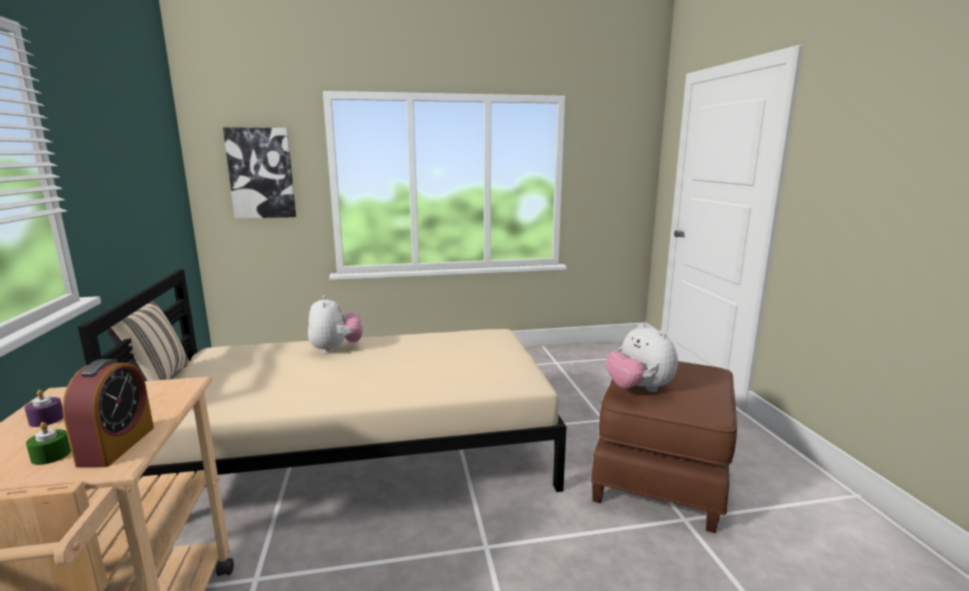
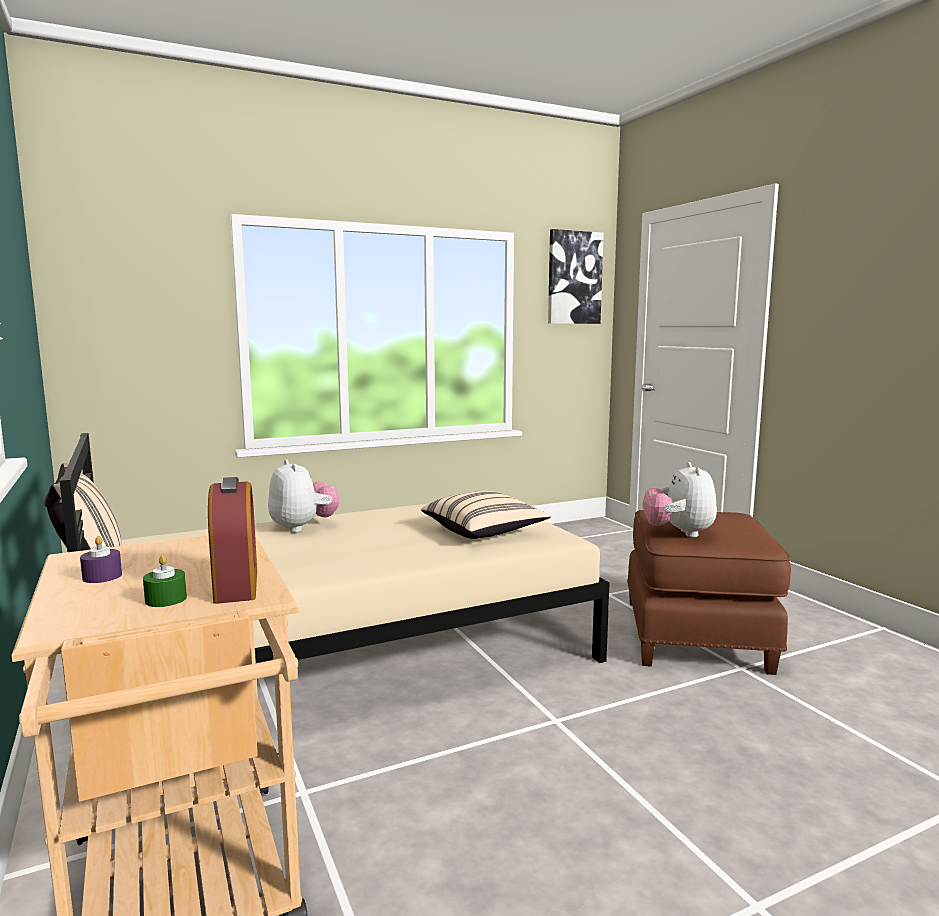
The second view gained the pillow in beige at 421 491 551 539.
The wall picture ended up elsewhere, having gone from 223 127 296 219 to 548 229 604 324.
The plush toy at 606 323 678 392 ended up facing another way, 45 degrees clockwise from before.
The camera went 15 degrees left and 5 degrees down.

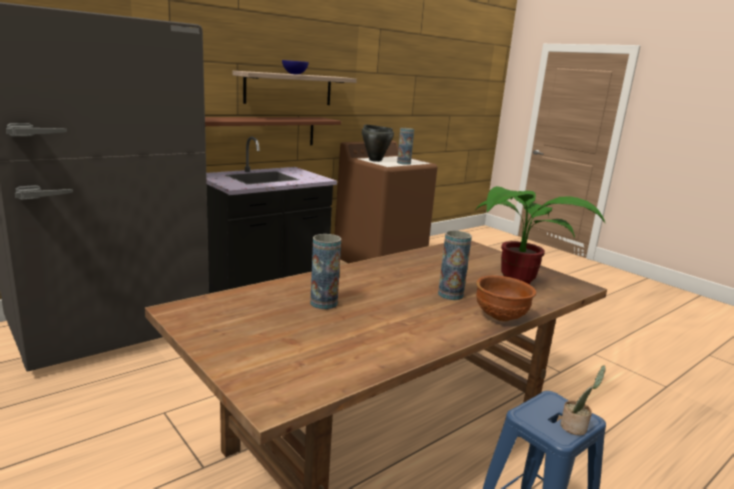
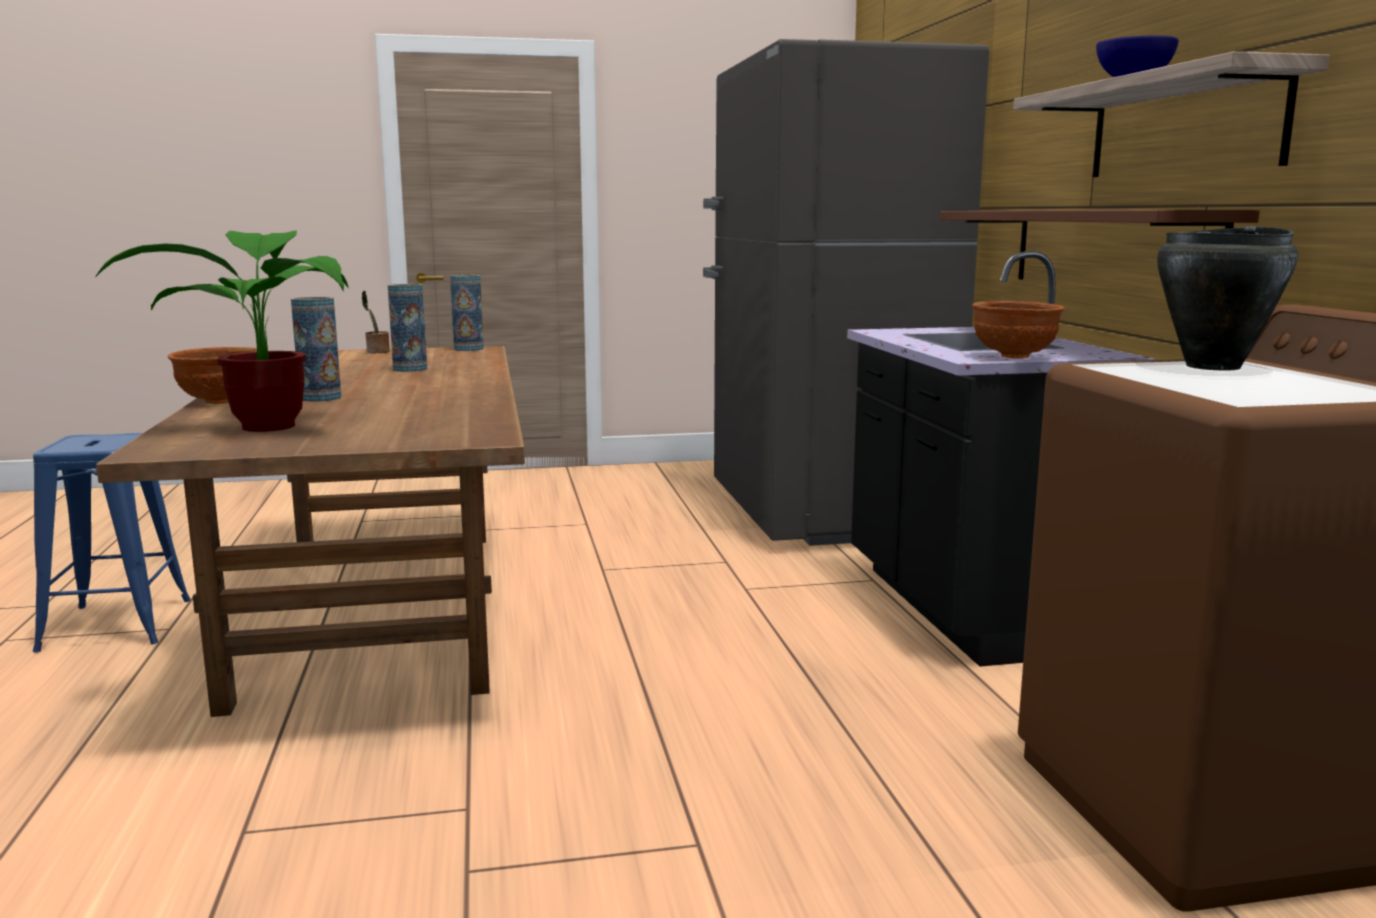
The second view gained the deep dish in brownish at 972 301 1065 359.
The vase ended up elsewhere, having gone from 397 128 414 165 to 450 275 484 351.
The potted plant ended up elsewhere, having gone from 561 365 606 435 to 362 290 390 353.
The camera went 120 degrees right and 5 degrees down.

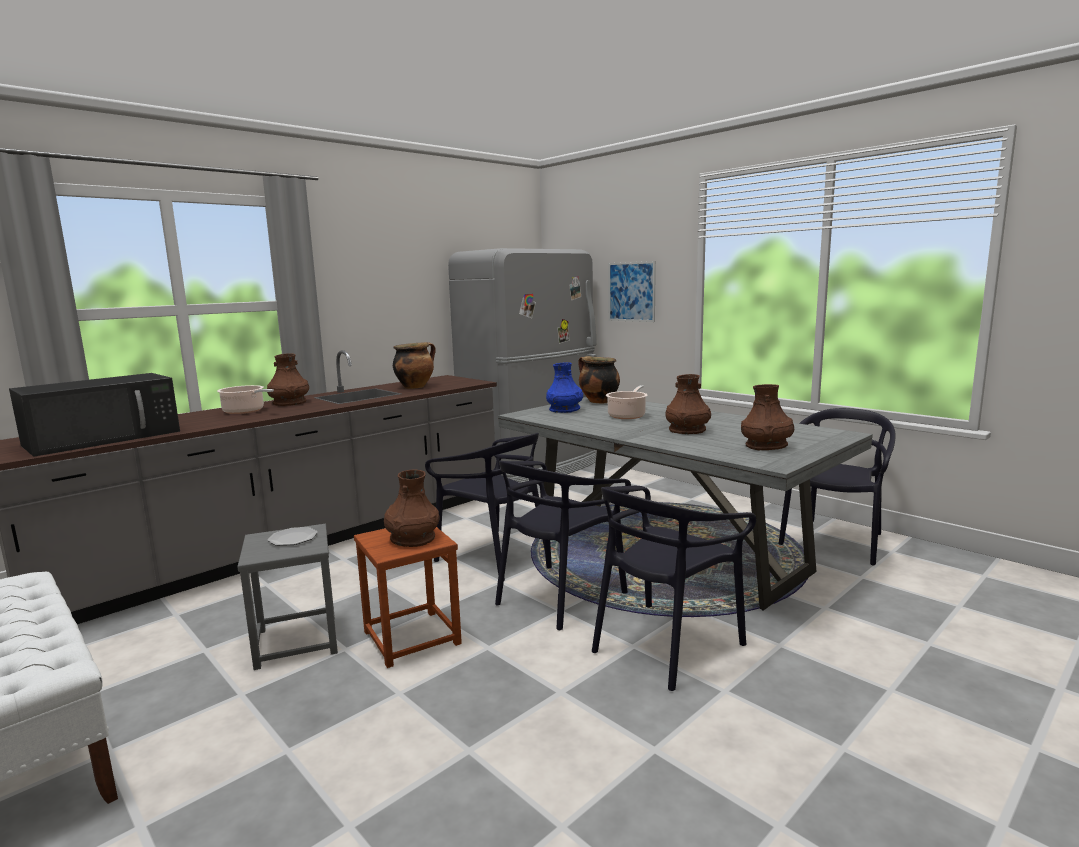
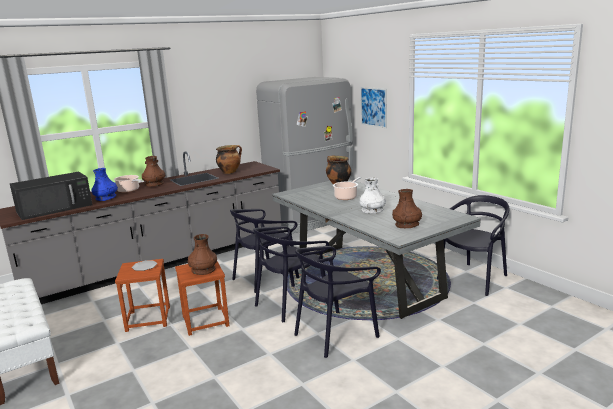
The vase in bluish ended up elsewhere, having gone from 546 362 583 413 to 91 168 118 201.
What was the sitting stool in gray at 237 524 338 670 turned into the sitting stool in brownish at 115 259 170 332.
What was the vase in brownish at 666 374 711 434 turned into the vase in whitish at 360 177 386 214.
The plain chair in blackish at 425 433 545 580 ended up facing another way, 90 degrees clockwise from before.
The camera went 10 degrees right and 5 degrees up.

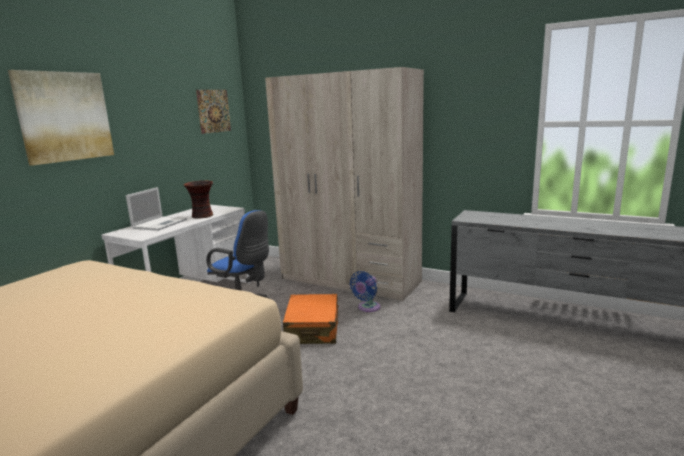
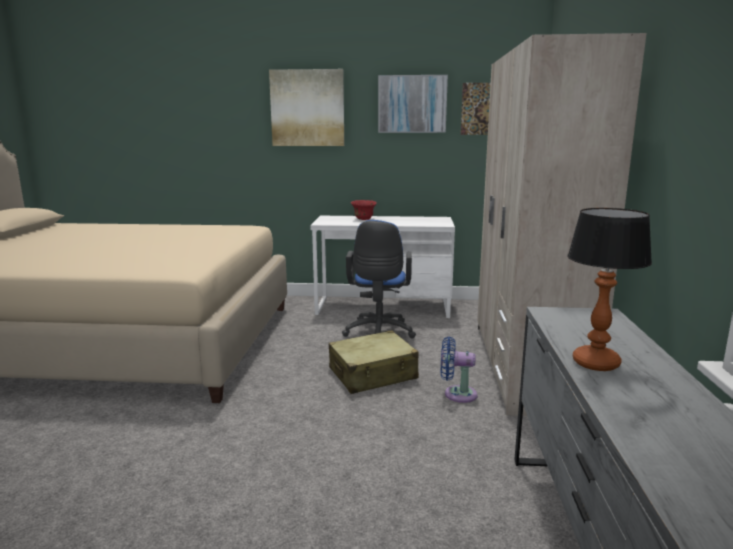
The second view lost the vase at 184 180 213 218.
The second view gained the wall picture at 378 75 448 133.
The second view gained the tabletop lamp at 567 208 652 371.
Where the portable computer stood at 126 187 187 231, the deep dish in red came to stand at 351 200 377 220.
What was the suitcase in orange-coloured at 283 294 339 344 turned into the suitcase in beige at 329 330 419 394.
The camera went 65 degrees right and 0 degrees up.

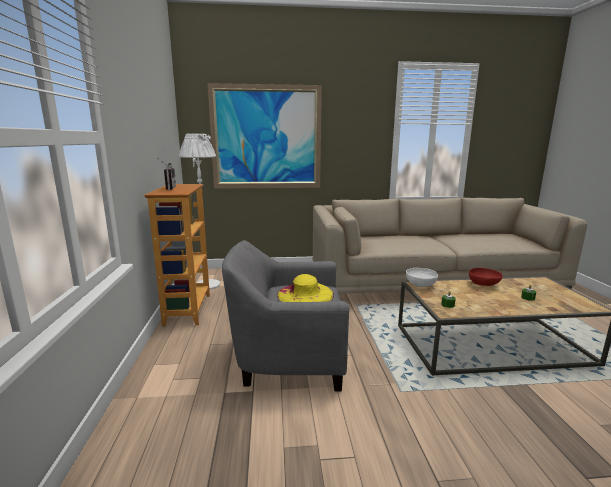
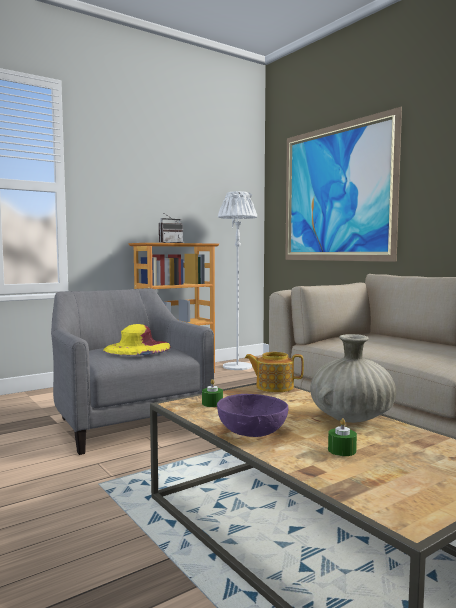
The second view gained the deep dish in purple at 217 394 288 437.
Where the deep dish in whitish stood at 406 268 438 287, the pot for tea came to stand at 245 352 304 392.
Where the deep dish in red stood at 469 268 503 286, the vase in beige came to stand at 310 334 397 423.
The camera went 60 degrees right and 10 degrees down.

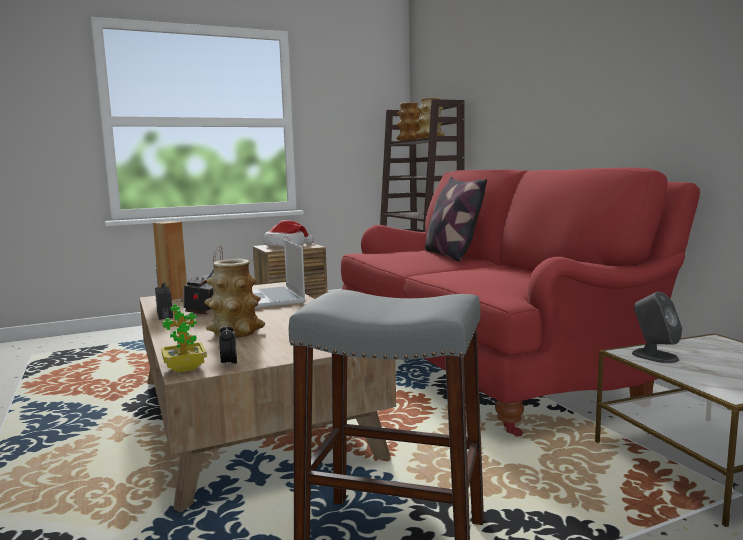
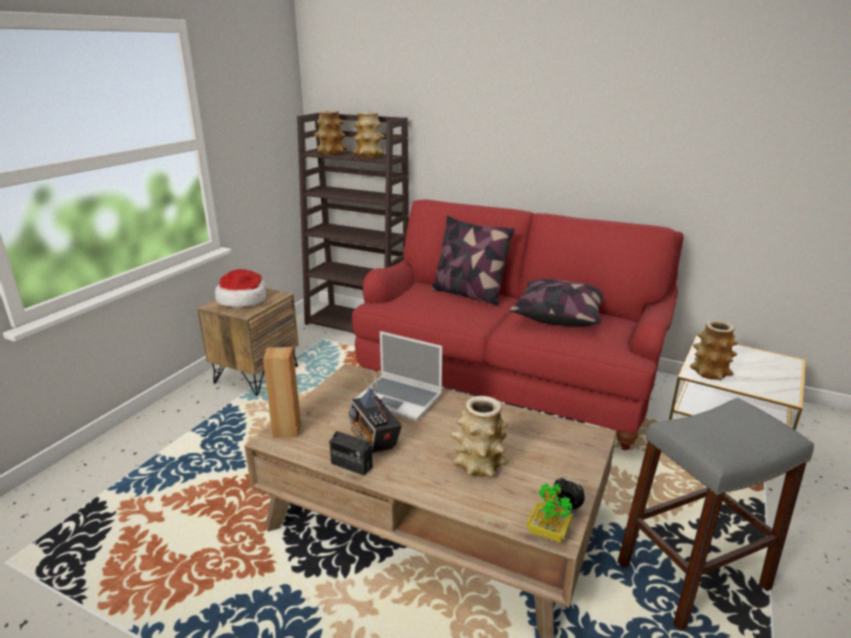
The second view gained the pillow at 509 279 603 327.
Where the speaker in gray stood at 632 292 682 363, the vase came to stand at 690 320 737 380.
The camera went 40 degrees left and 15 degrees up.

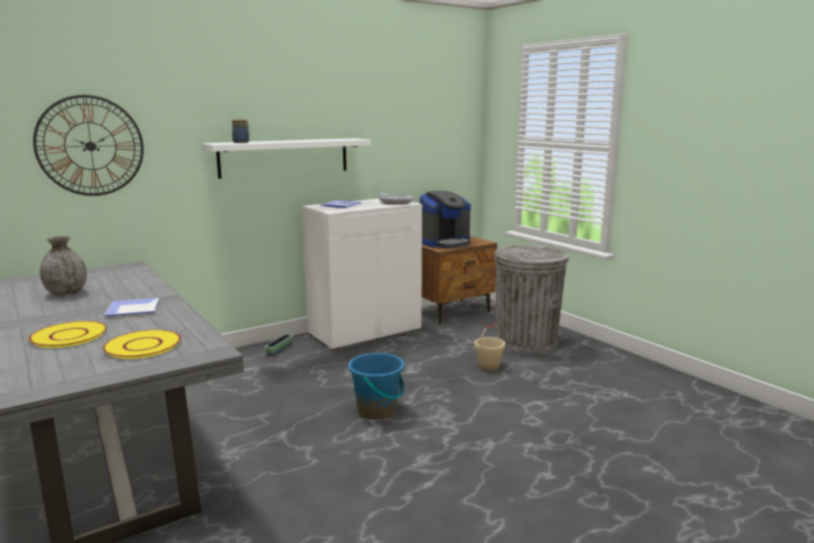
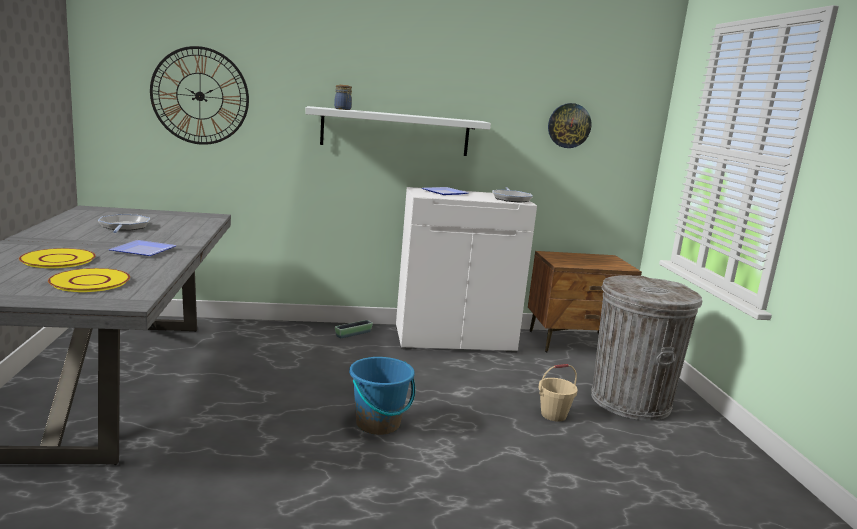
The second view lost the coffee brewer at 420 191 471 249.
The second view gained the clock on the wall at 548 103 592 148.
Where the vase in gray stood at 40 236 87 296, the frying pan came to stand at 98 214 150 233.
The camera went 25 degrees right and 0 degrees up.

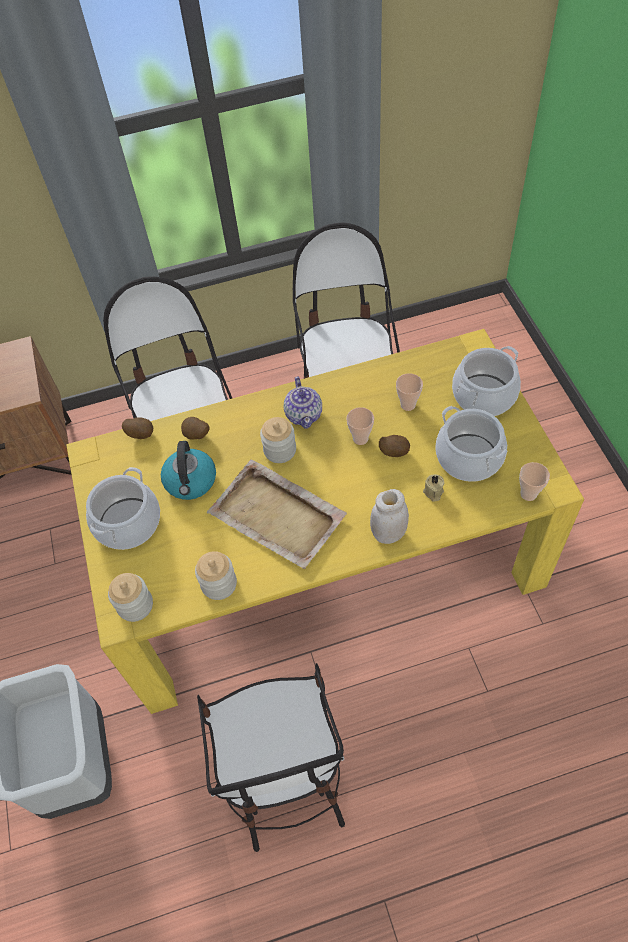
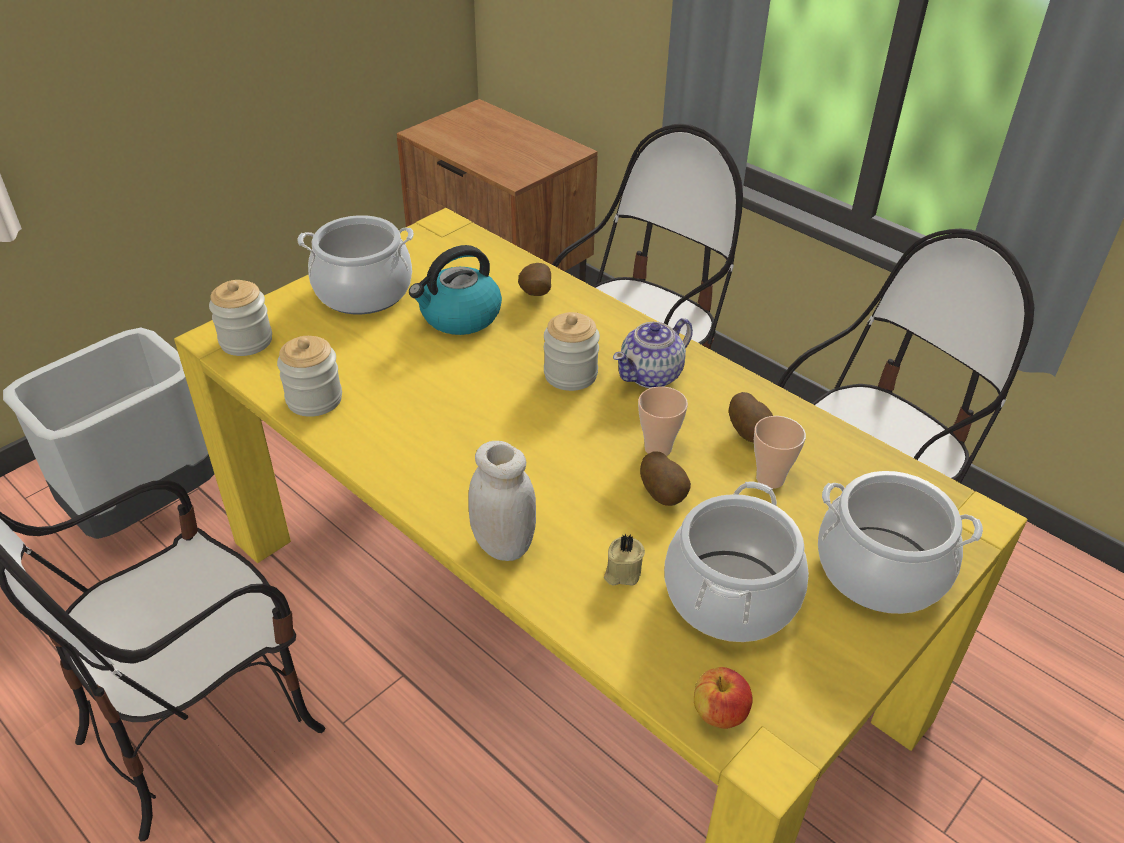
The second view lost the tray in beige at 207 459 347 569.
The whole potato ended up elsewhere, having gone from 122 417 153 439 to 729 392 773 442.
Where the cup stood at 519 462 550 501, the whole apple came to stand at 694 667 753 729.
The camera went 55 degrees right and 15 degrees down.

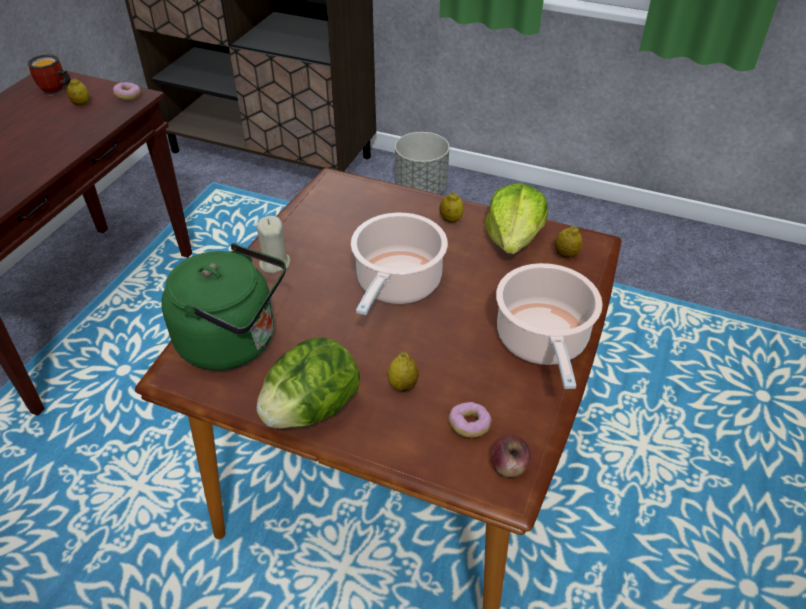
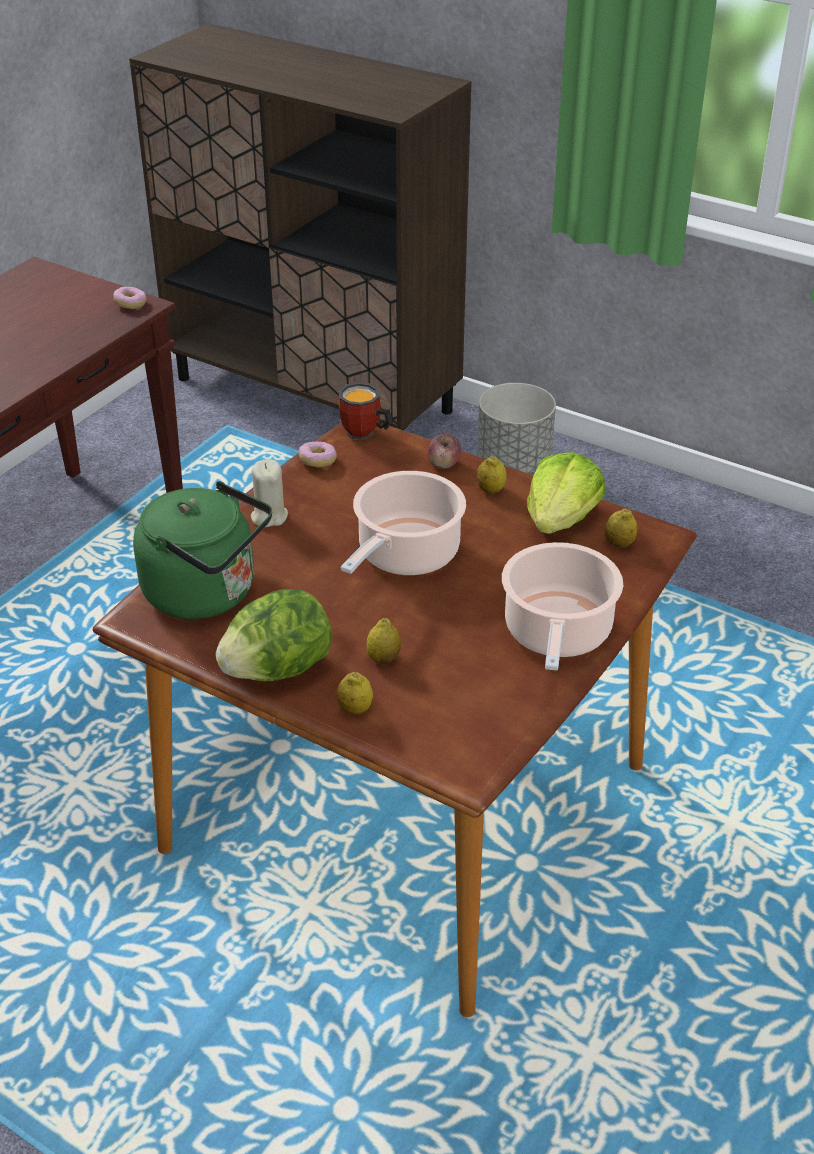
The mug ended up elsewhere, having gone from 28 54 70 95 to 338 382 392 440.
The lemon ended up elsewhere, having gone from 67 79 89 106 to 337 672 373 715.
The ring doughnut ended up elsewhere, having gone from 449 402 491 438 to 298 442 337 467.
The whole apple ended up elsewhere, having gone from 491 435 531 477 to 428 434 462 469.
The camera went 10 degrees right and 5 degrees down.

